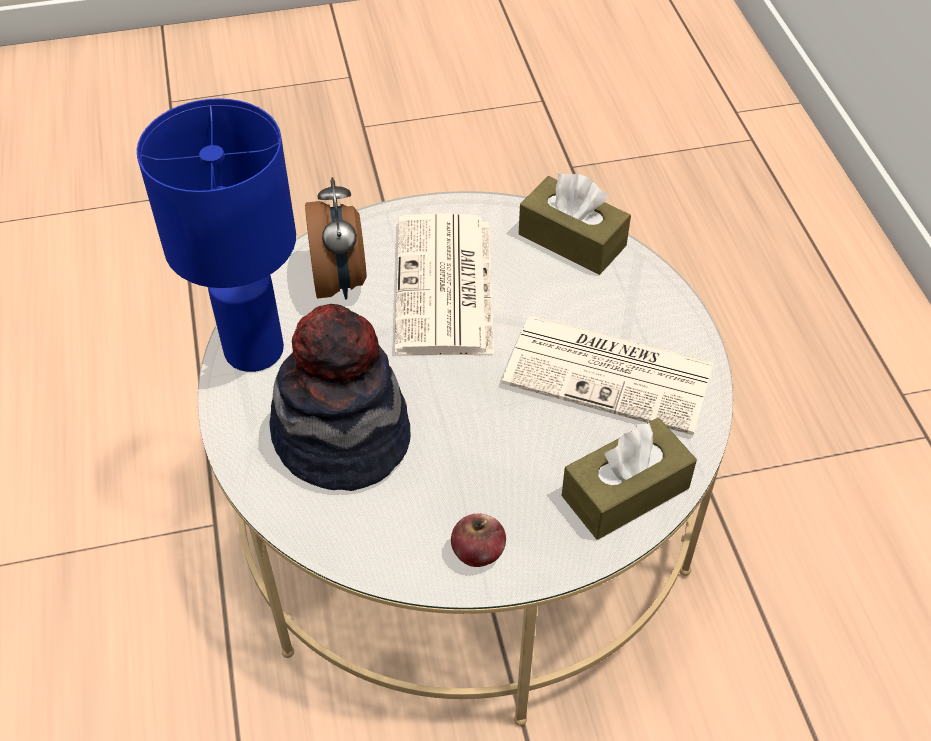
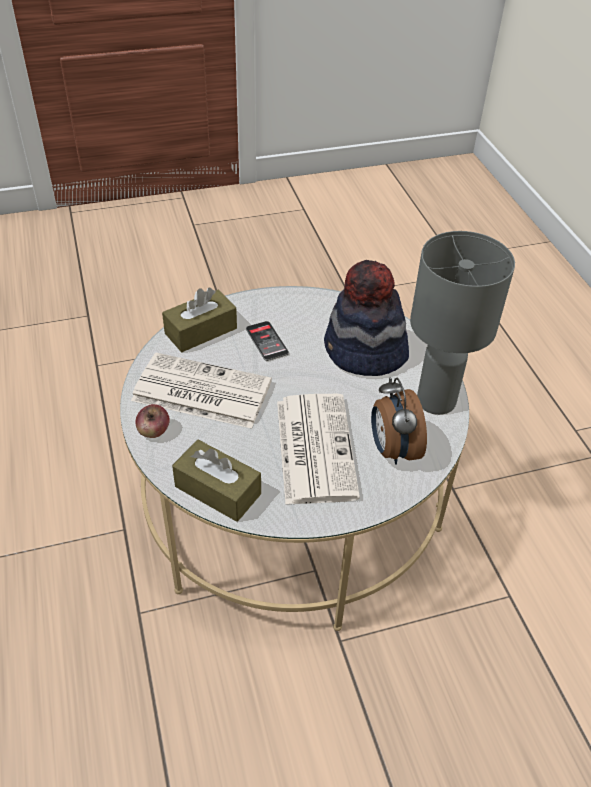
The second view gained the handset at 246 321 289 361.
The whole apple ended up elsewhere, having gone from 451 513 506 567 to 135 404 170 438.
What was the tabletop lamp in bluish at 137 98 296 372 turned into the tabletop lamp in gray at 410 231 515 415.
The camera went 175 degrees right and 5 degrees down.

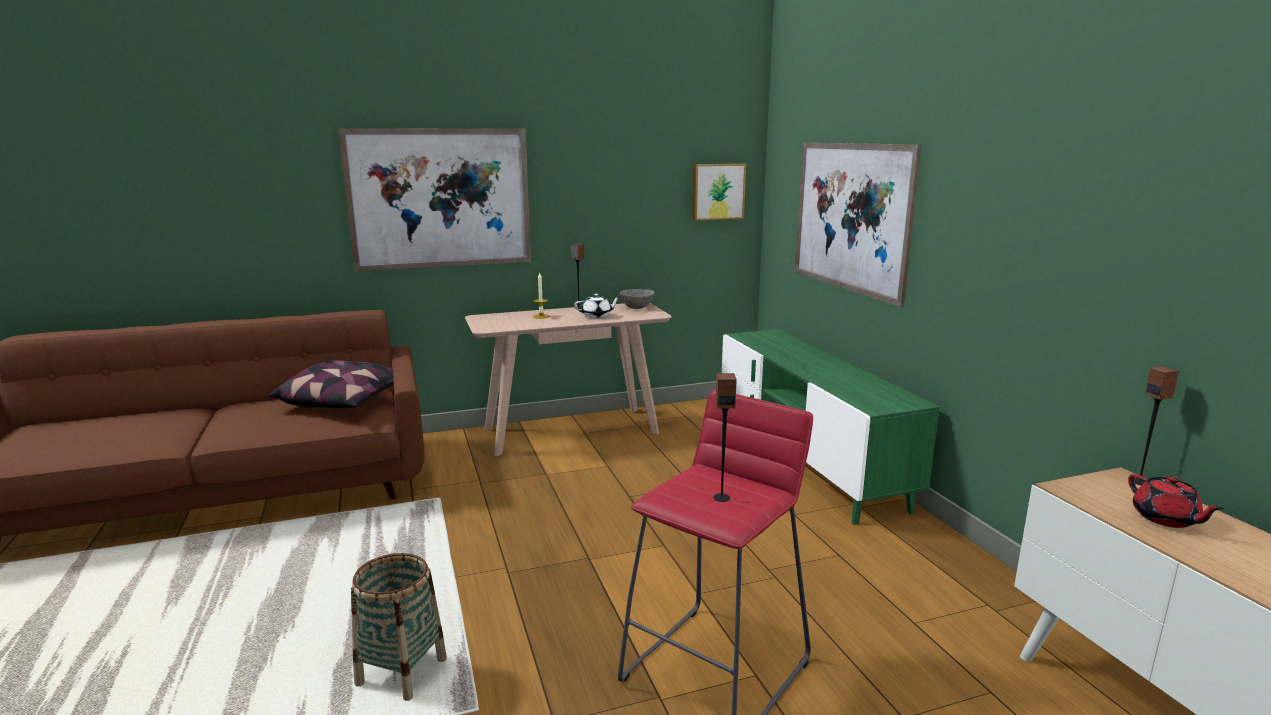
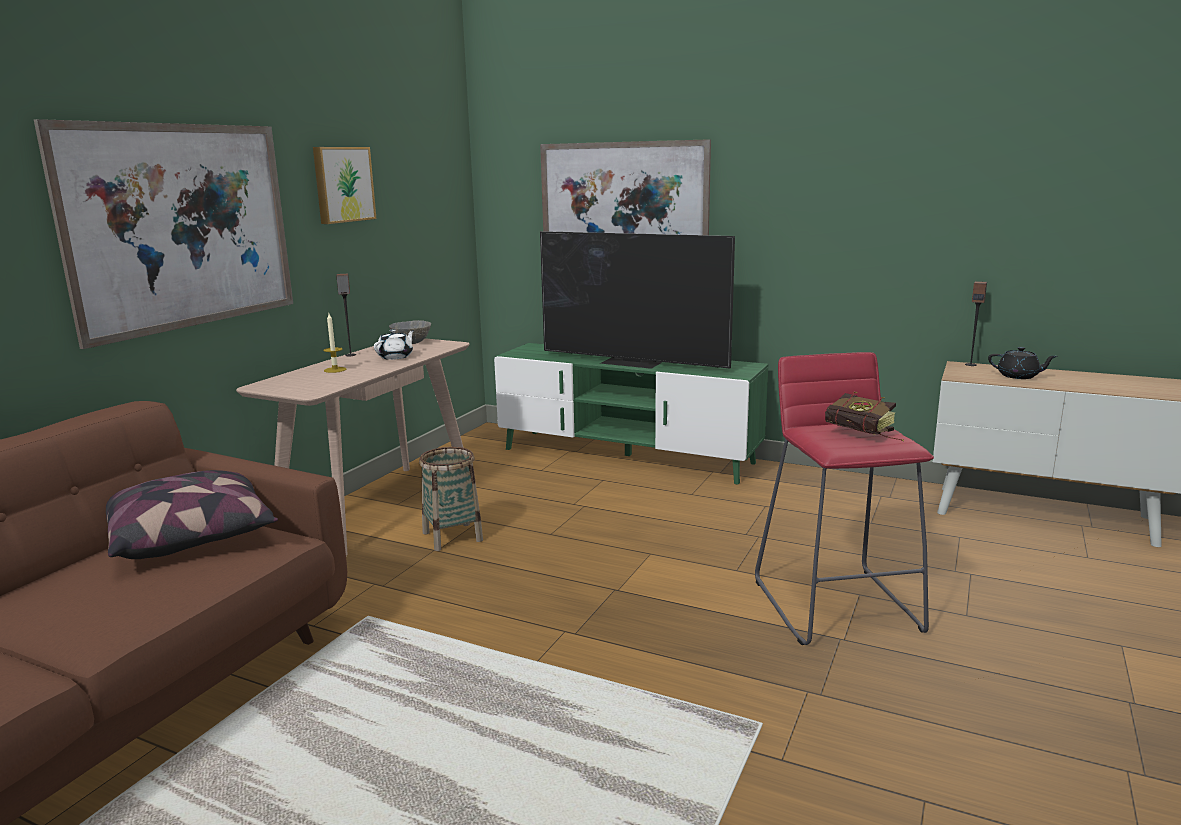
The second view gained the TV set at 540 231 735 369.
The storage basket ended up elsewhere, having gone from 351 553 447 701 to 419 447 483 551.
The wall picture ended up elsewhere, having gone from 692 163 746 220 to 313 147 376 224.
Where the speaker stood at 713 373 737 502, the book came to stand at 825 392 903 441.
What was the pot for tea in red at 1128 474 1224 528 turned into the pot for tea in blackish at 988 347 1058 379.
The camera went 45 degrees left and 0 degrees up.

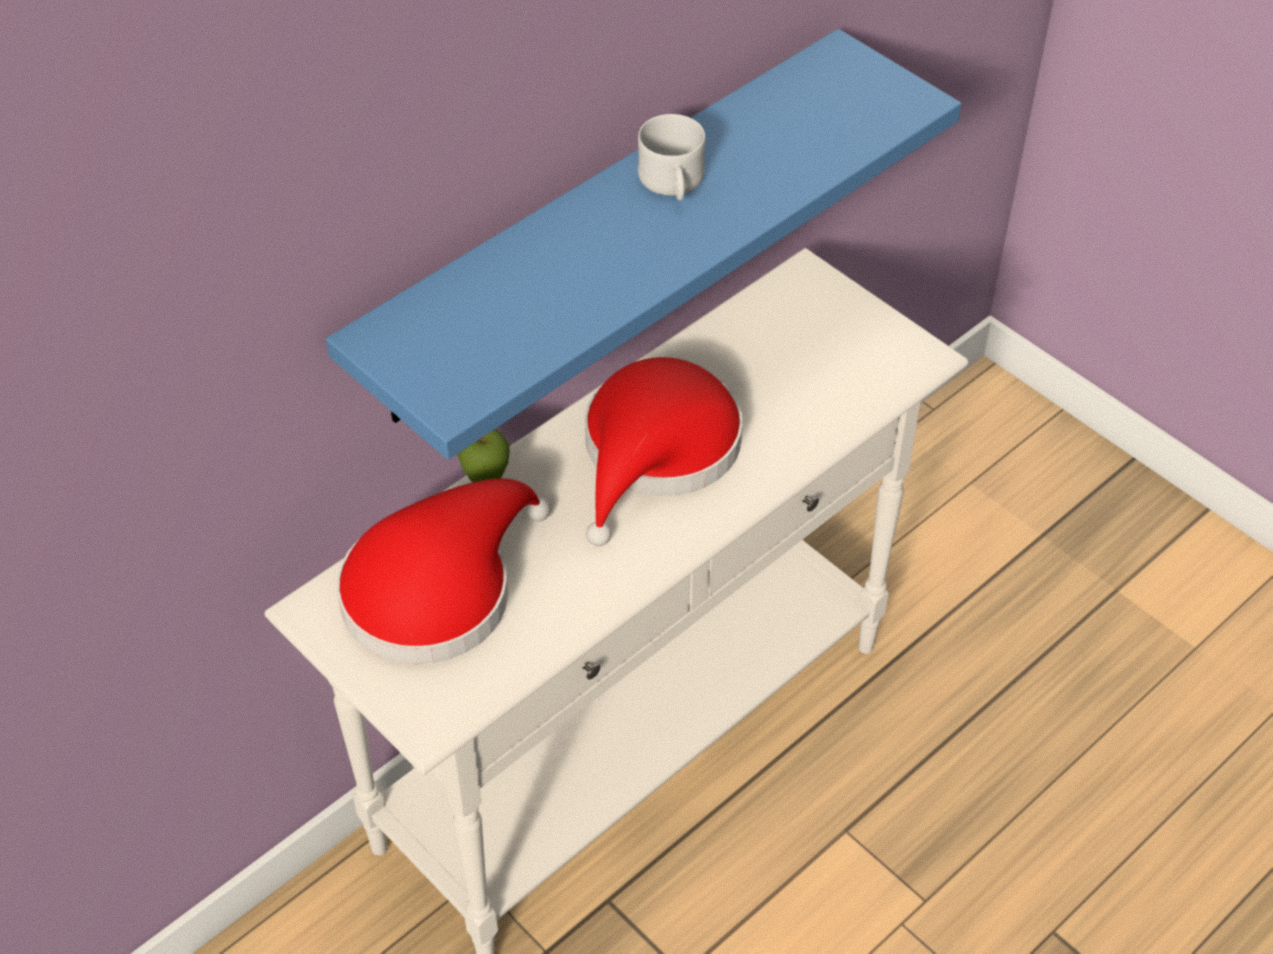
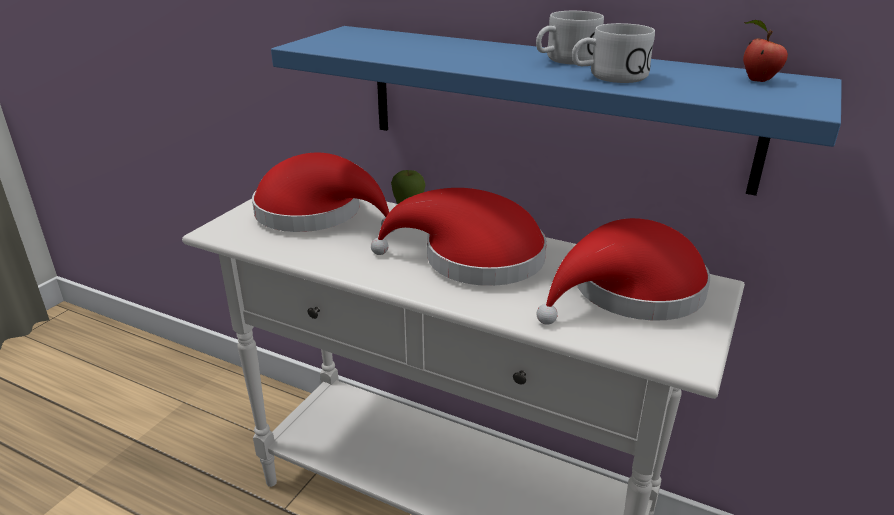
The second view gained the hat in red at 536 218 710 325.
The second view gained the mug in whitish at 572 23 655 83.
The second view gained the whole apple at 743 20 788 82.
The camera went 70 degrees right and 20 degrees down.

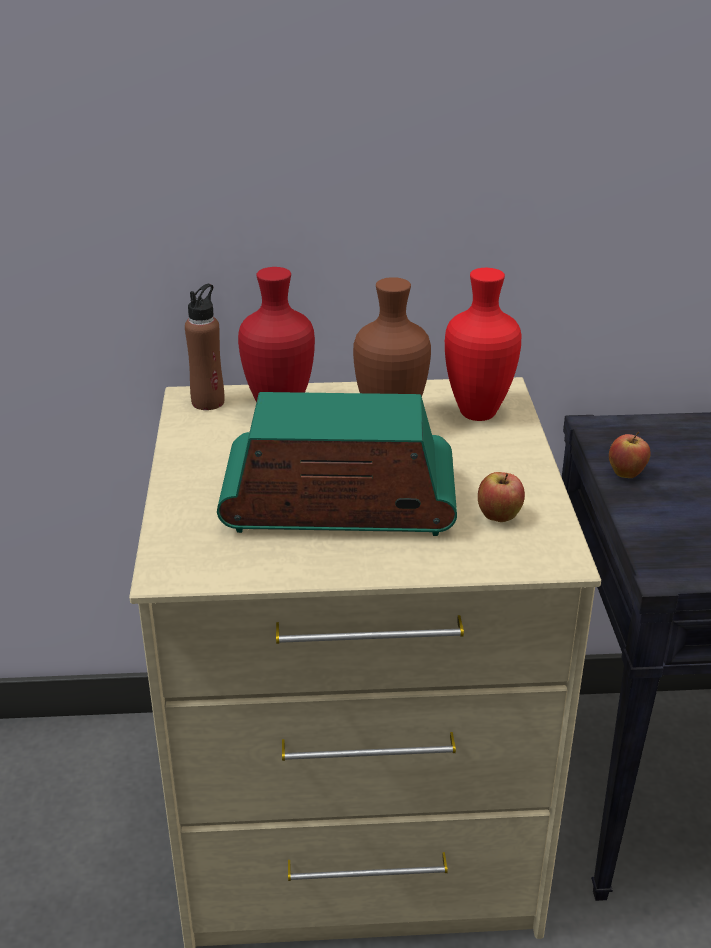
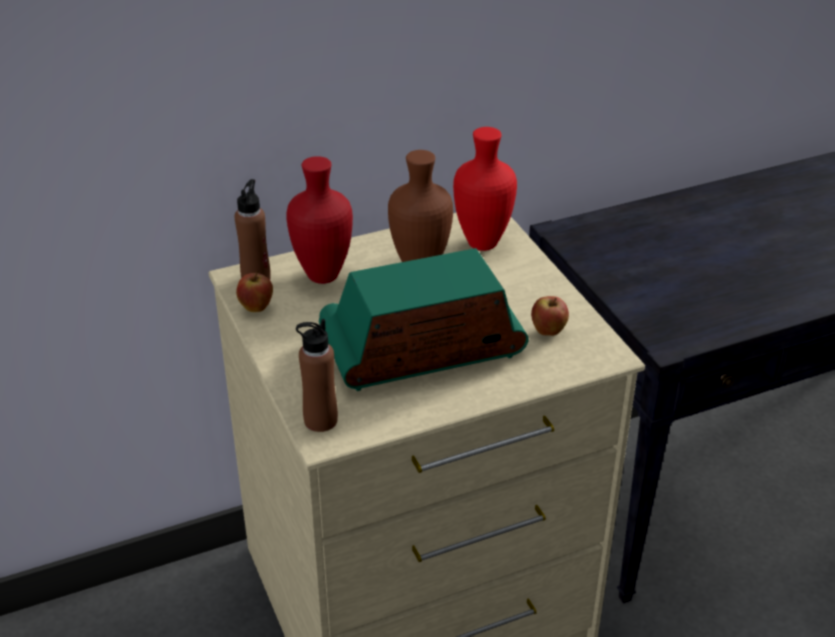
The second view gained the drink bottle in brownish at 296 319 338 432.
The whole apple ended up elsewhere, having gone from 609 432 651 478 to 236 271 273 312.
The camera went 20 degrees left and 5 degrees up.

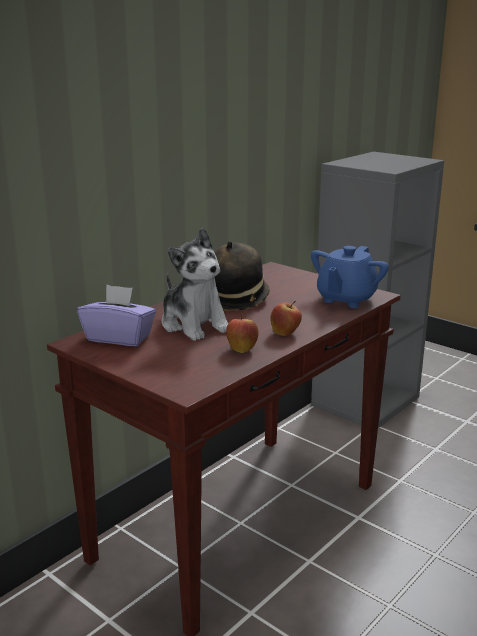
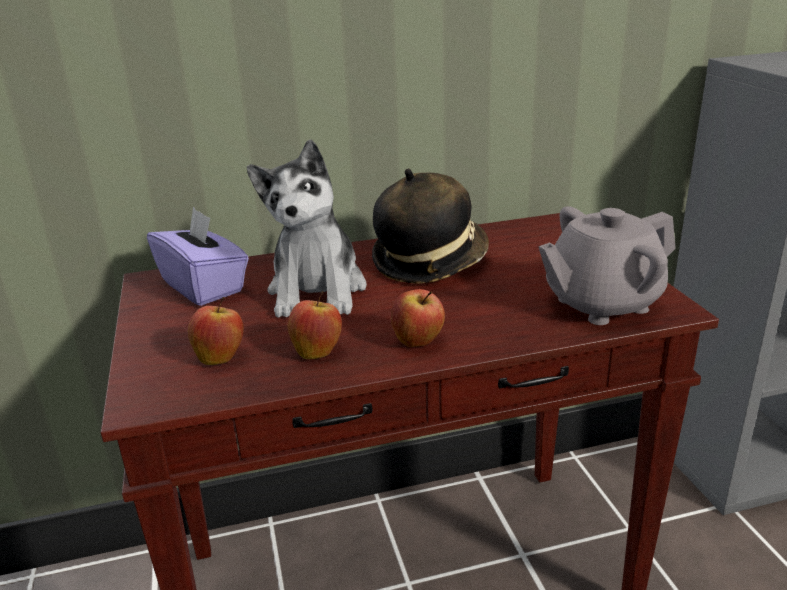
The second view gained the whole apple at 188 297 244 365.
What was the pot for tea in bluish at 311 246 389 308 turned into the pot for tea in gray at 539 206 676 325.
The camera went 35 degrees right and 5 degrees up.

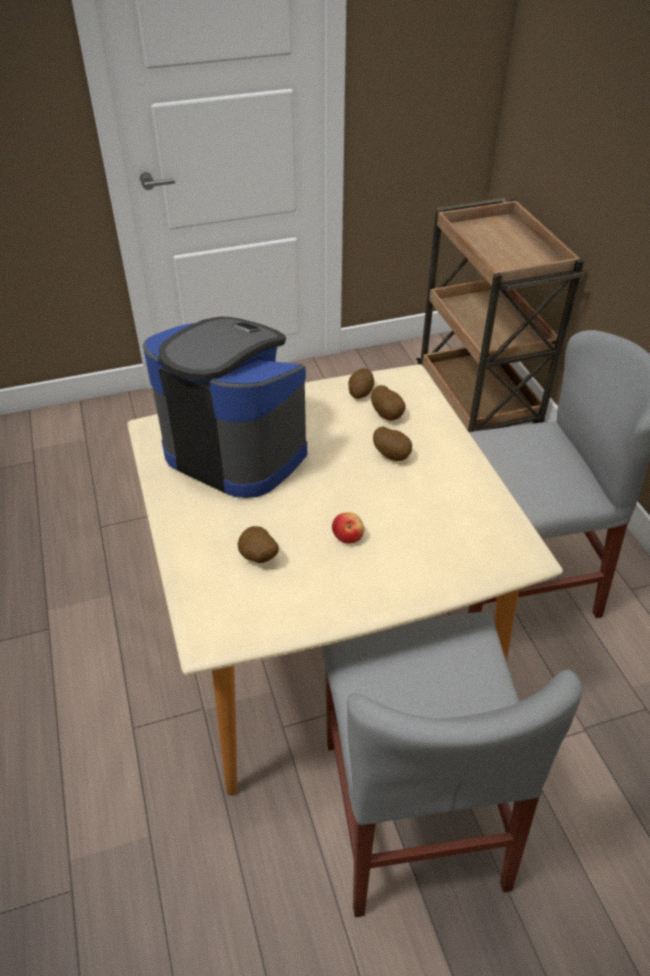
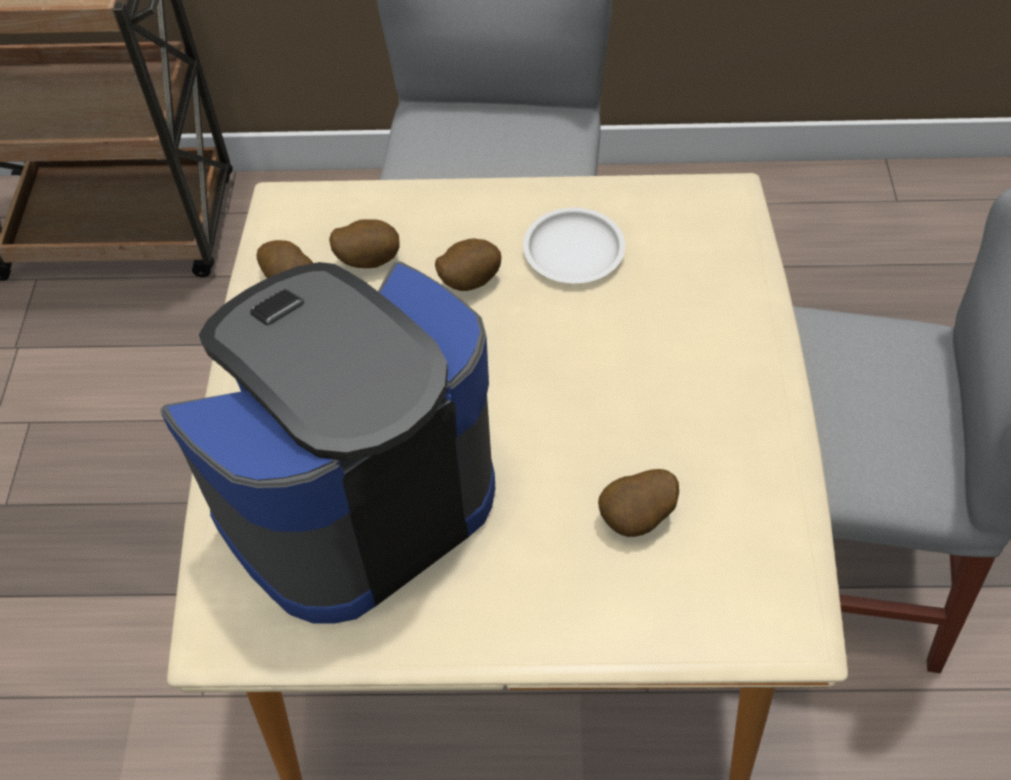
The second view lost the whole apple at 332 512 364 544.
The second view gained the flat dish in whitish at 523 208 625 283.
The camera went 70 degrees left and 10 degrees up.

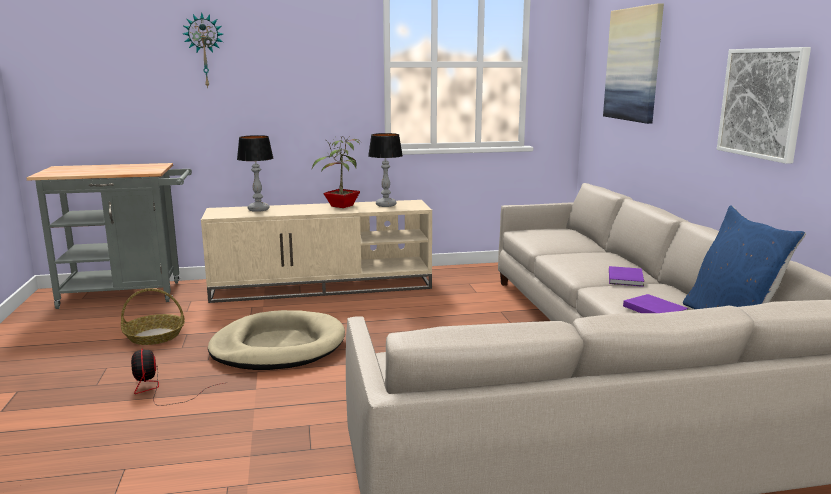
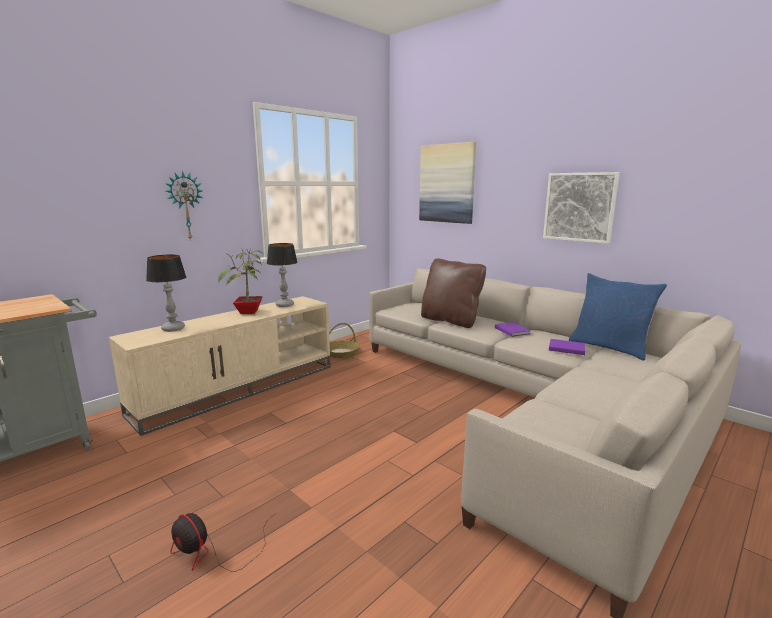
The second view lost the dog bed in beige at 208 310 345 370.
The second view gained the pillow in brownish at 421 258 486 328.
The storage basket ended up elsewhere, having gone from 121 288 185 345 to 329 323 359 358.
The clock on the wall ended up elsewhere, having gone from 183 12 223 89 to 165 171 203 241.
The camera went 35 degrees left and 0 degrees up.

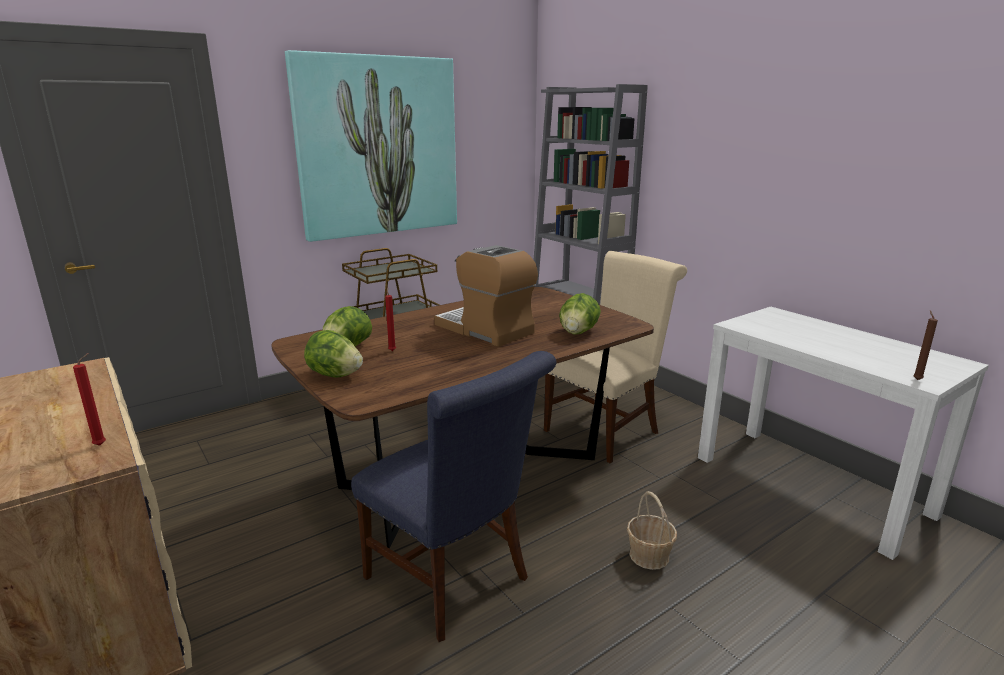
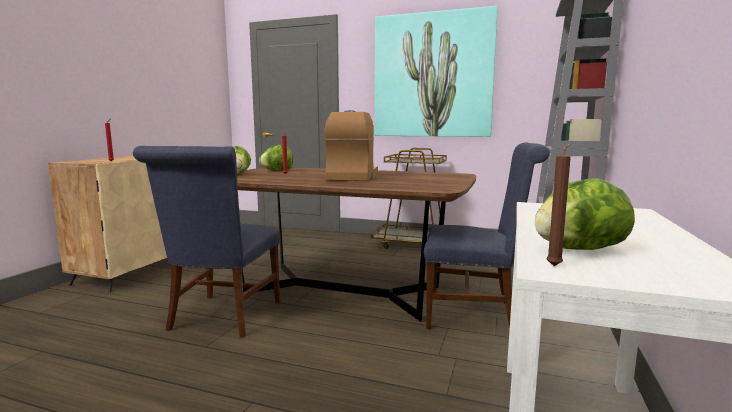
The second view lost the storage basket at 627 491 677 570.
The lettuce head ended up elsewhere, having gone from 559 293 601 335 to 535 178 635 250.
What was the plain chair in beige at 544 251 687 463 turned into the plain chair in bluish at 424 143 550 329.
The camera went 55 degrees right and 10 degrees down.

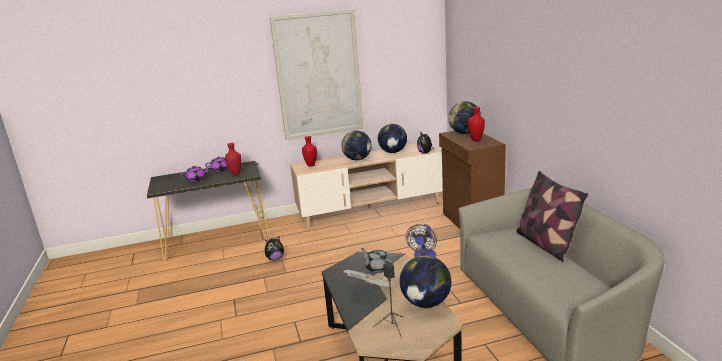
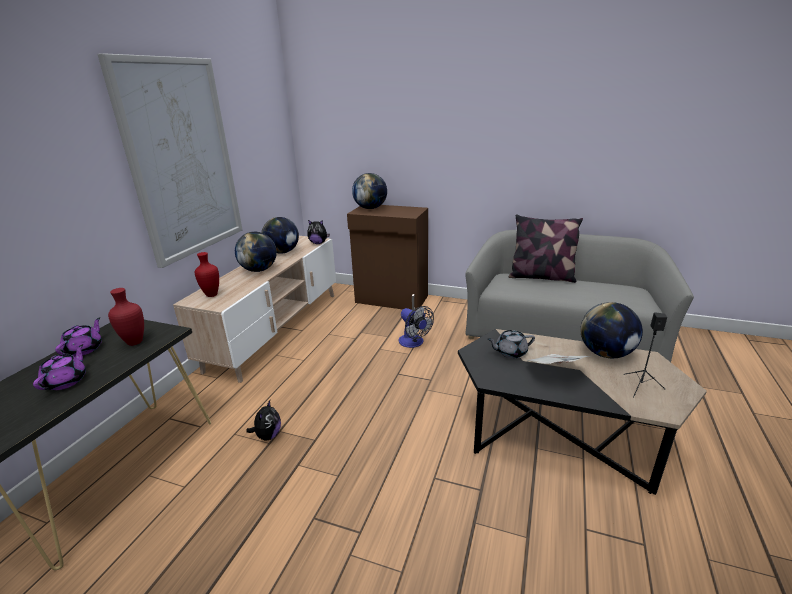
The second view lost the vase in red at 468 107 485 141.
The camera went 55 degrees left and 5 degrees up.

